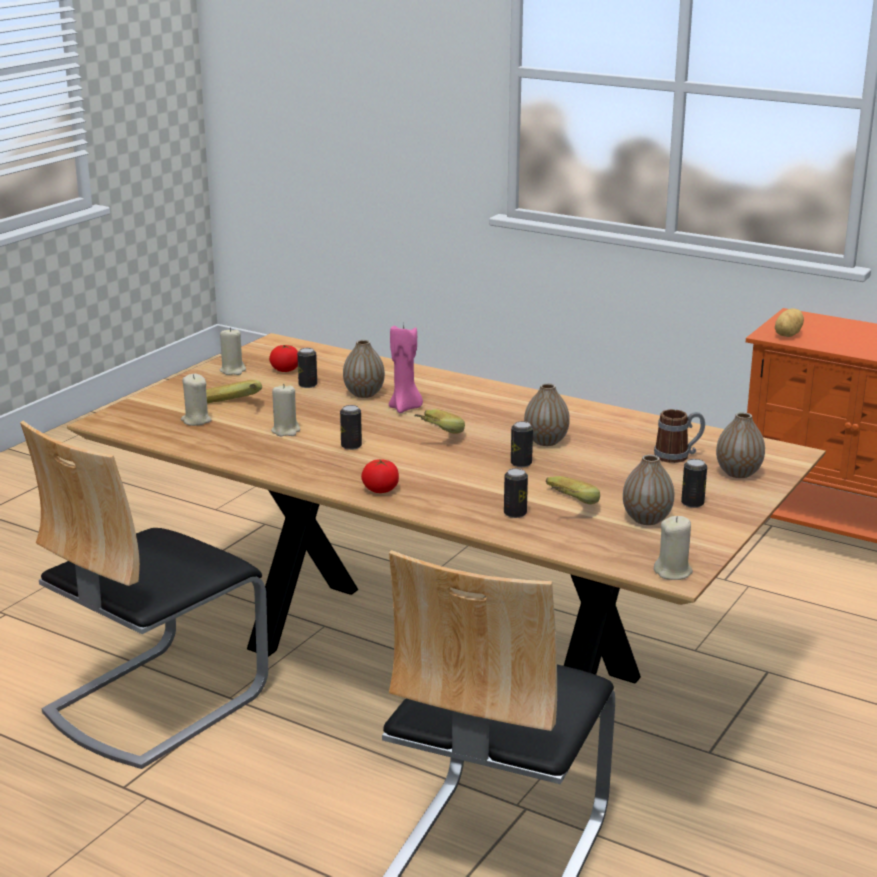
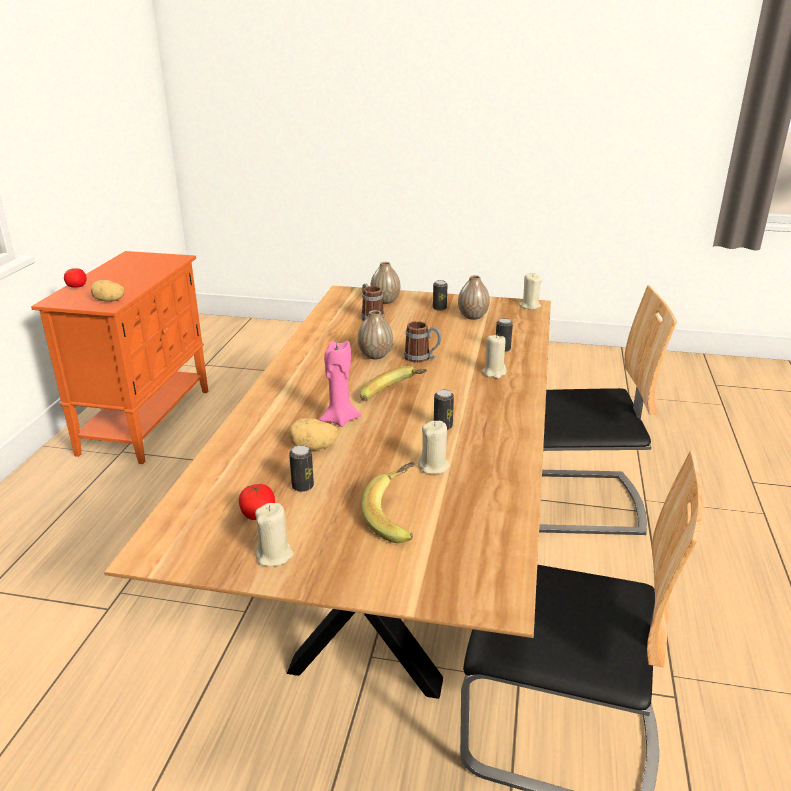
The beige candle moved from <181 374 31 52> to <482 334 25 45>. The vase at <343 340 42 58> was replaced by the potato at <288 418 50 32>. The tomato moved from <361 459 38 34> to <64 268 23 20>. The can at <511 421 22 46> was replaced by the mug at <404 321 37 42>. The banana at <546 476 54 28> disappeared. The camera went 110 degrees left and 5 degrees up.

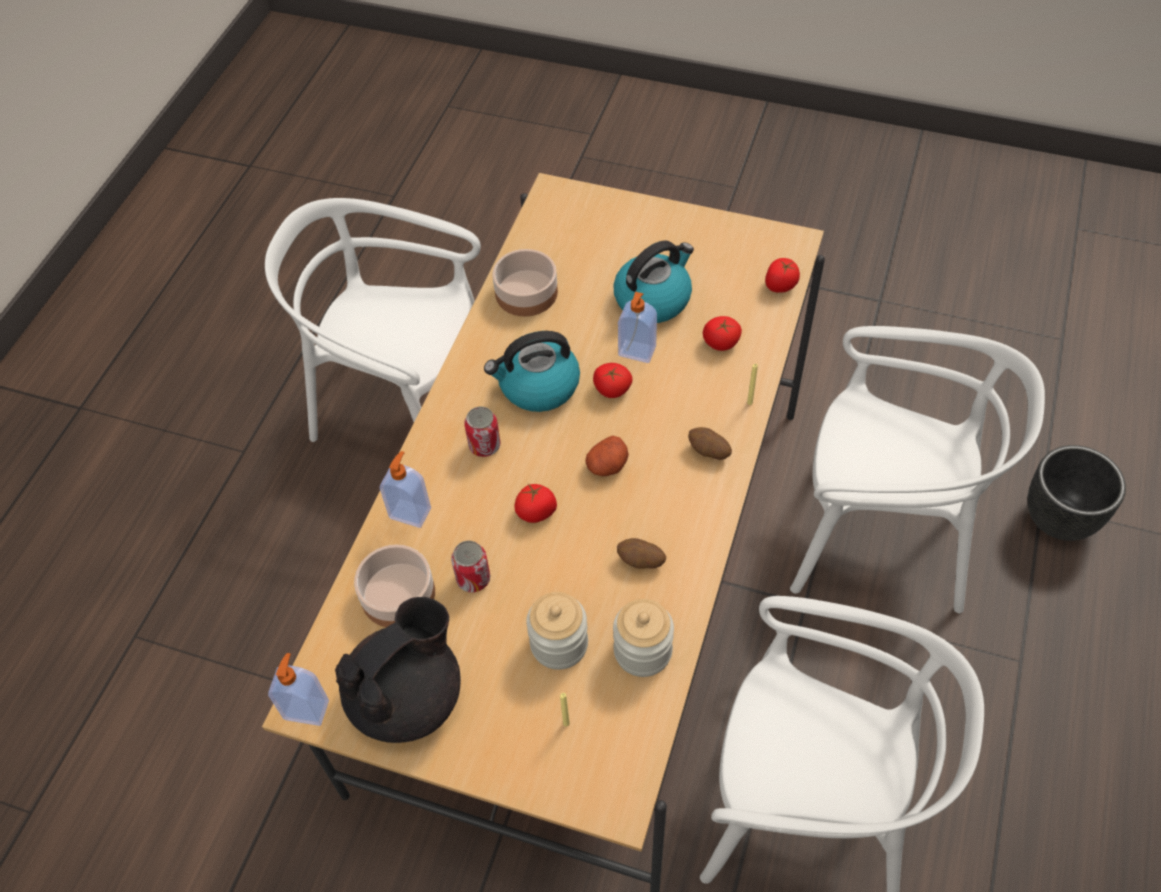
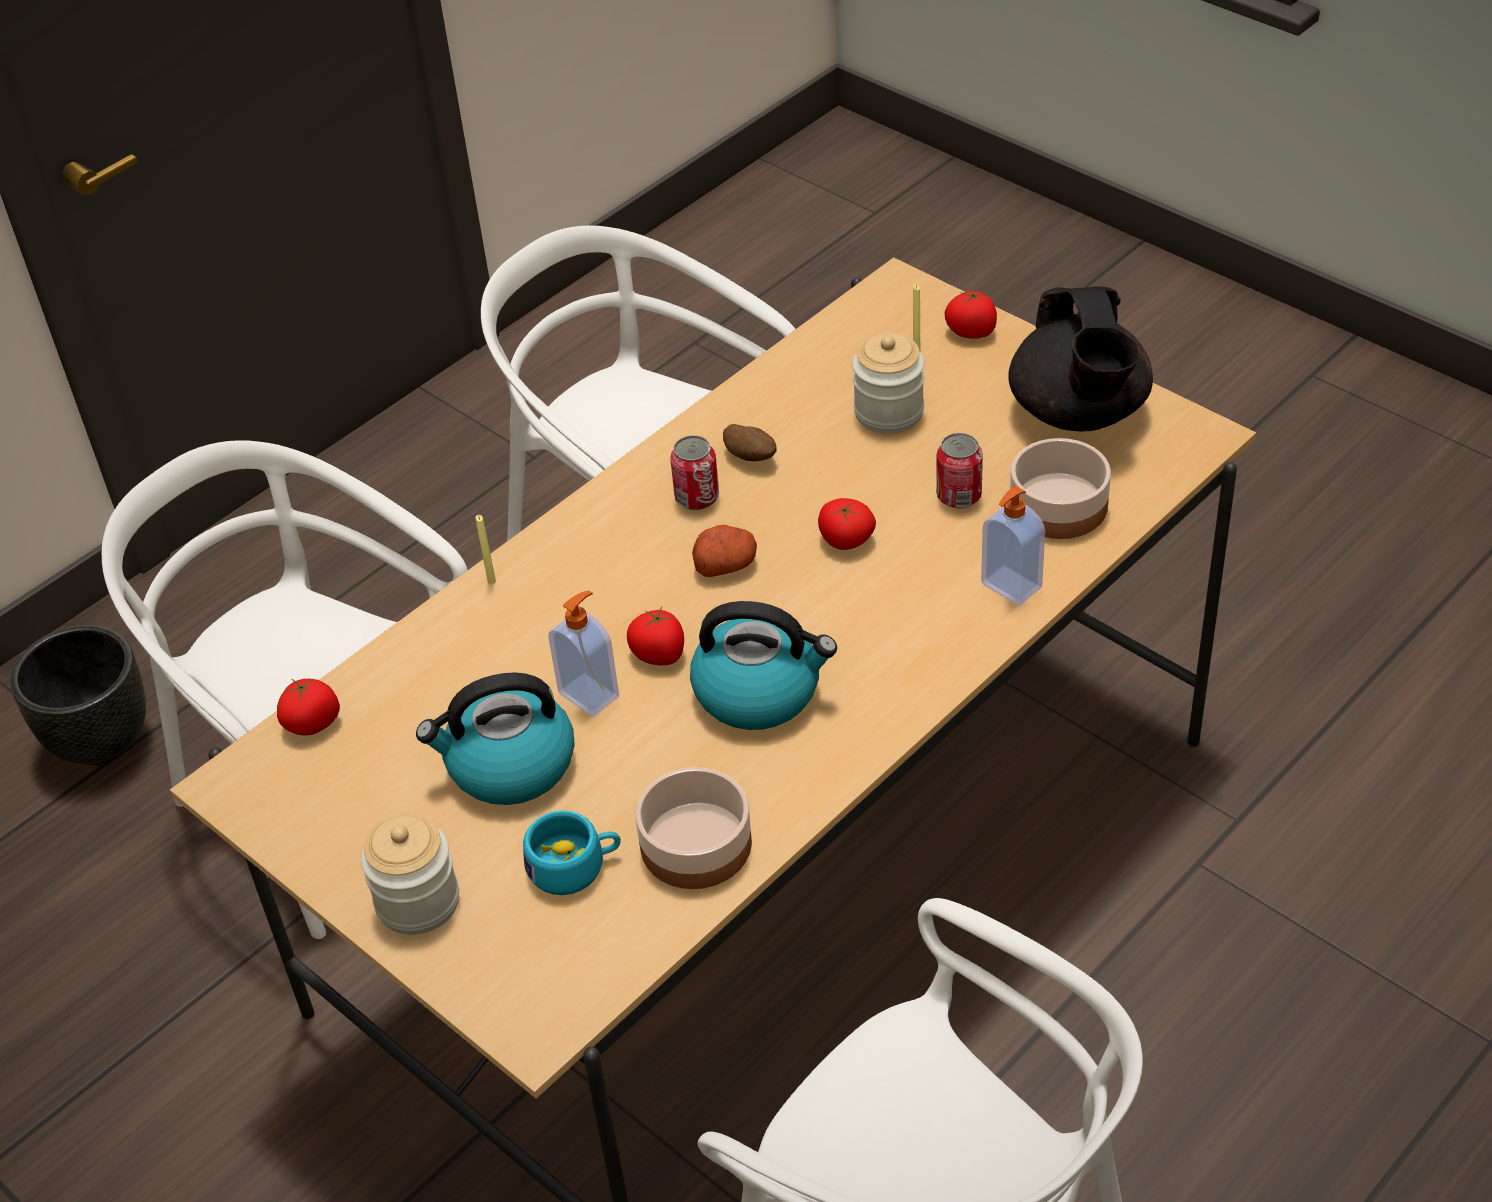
The soap dispenser at <268 653 61 73> disappeared. The black teapot at <335 597 126 146> turned 75 degrees counterclockwise. The can moved from <464 407 36 50> to <670 435 49 75>. The jar moved from <613 599 61 78> to <361 814 98 121>. The potato at <688 427 44 33> disappeared. The tomato moved from <703 316 39 35> to <945 287 52 52>. The turquoise cup at <523 810 98 85> appeared. The camera went 155 degrees left and 10 degrees down.

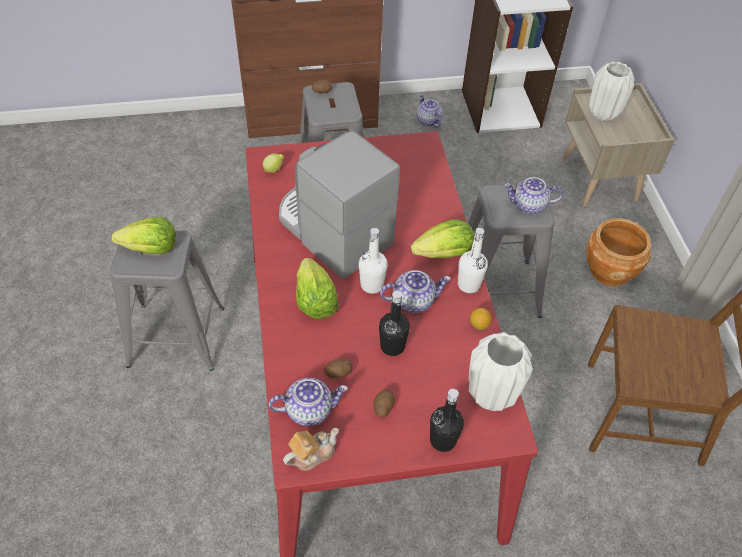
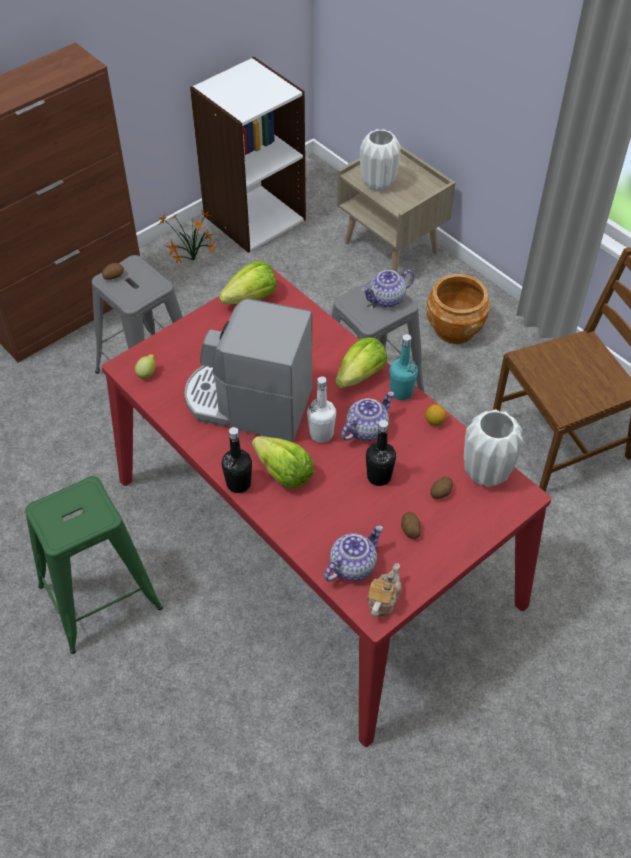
The grey stool at <110 231 114 140> became the green stool at <25 476 138 178>. The lettuce moved from <112 217 64 37> to <219 261 58 43>. The potato moved from <324 359 29 19> to <430 476 23 23>. The teapot at <416 93 27 35> was replaced by the potted plant at <158 210 59 53>. The black bottle moved from <430 389 34 63> to <221 427 31 66>. The white bottle at <458 228 30 65> became the turquoise bottle at <389 334 29 66>. The camera went 30 degrees left and 0 degrees up.

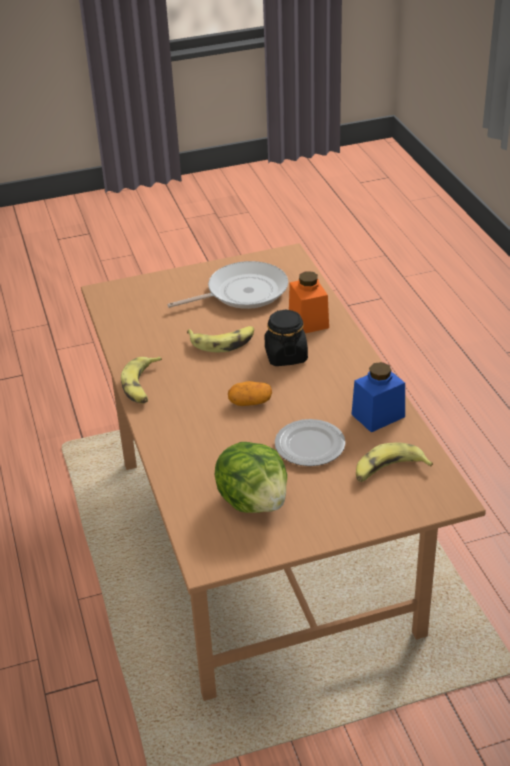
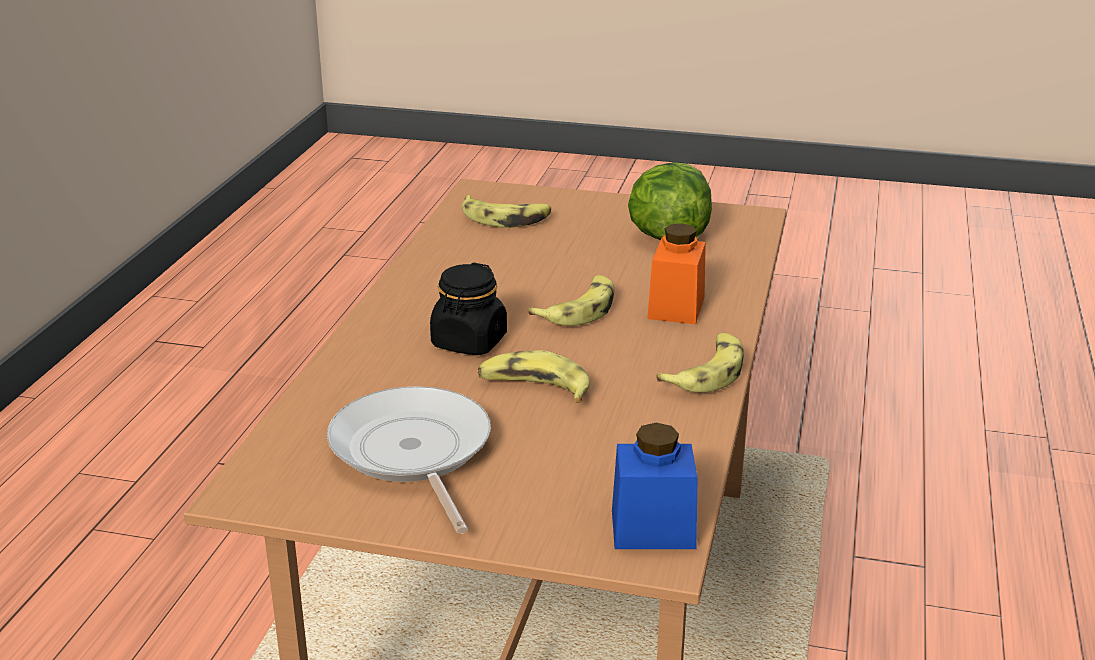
The frying pan at <167 261 121 48> turned 60 degrees clockwise. The potato at <228 381 44 25> was replaced by the banana at <528 275 86 51>. The plate at <275 419 71 47> disappeared. The orange jar moved from <289 272 40 61> to <647 224 59 100>. The blue jar moved from <351 362 54 70> to <612 423 85 126>. The camera went 150 degrees left and 10 degrees down.

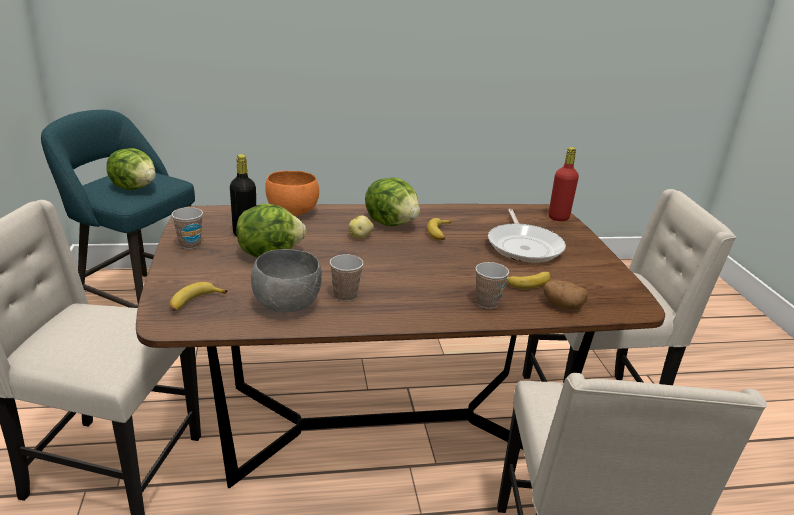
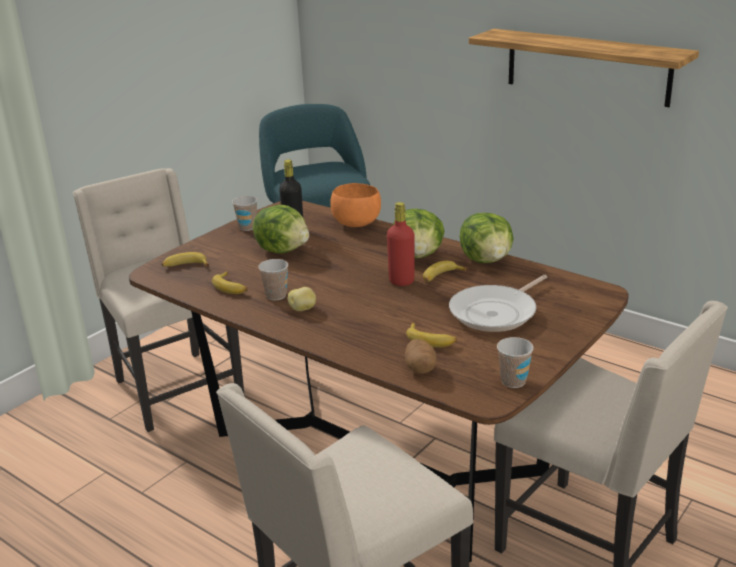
The lettuce moved from <106 148 50 42> to <460 213 53 50>. The grey bowl at <251 249 71 64> was replaced by the banana at <212 271 36 23>. The potato moved from <349 216 25 23> to <288 287 28 24>. The cup moved from <476 262 33 47> to <497 337 37 51>. The red bottle moved from <548 147 31 74> to <387 202 27 84>. The shelf at <469 29 230 78> appeared. The camera went 50 degrees right and 0 degrees up.

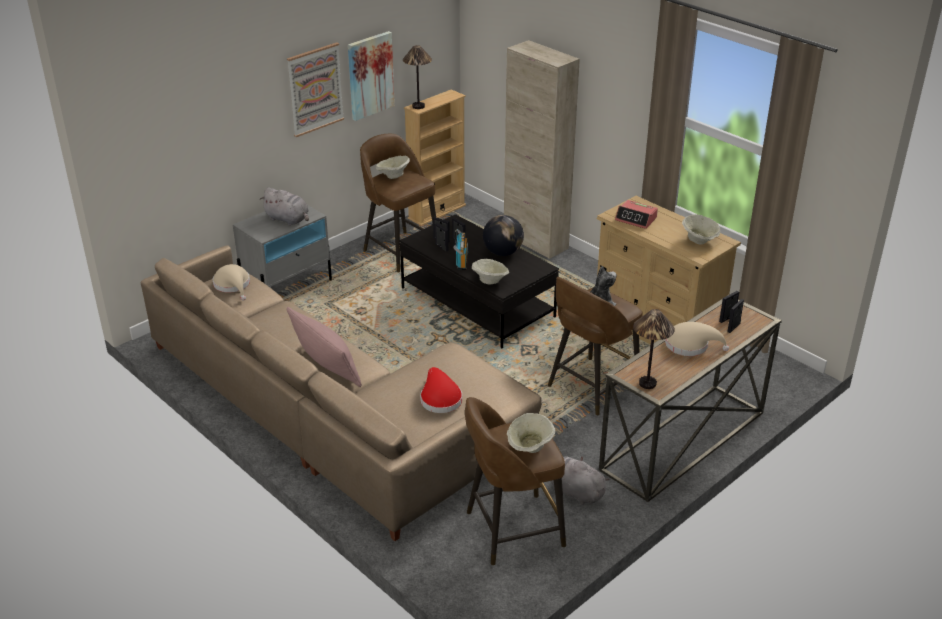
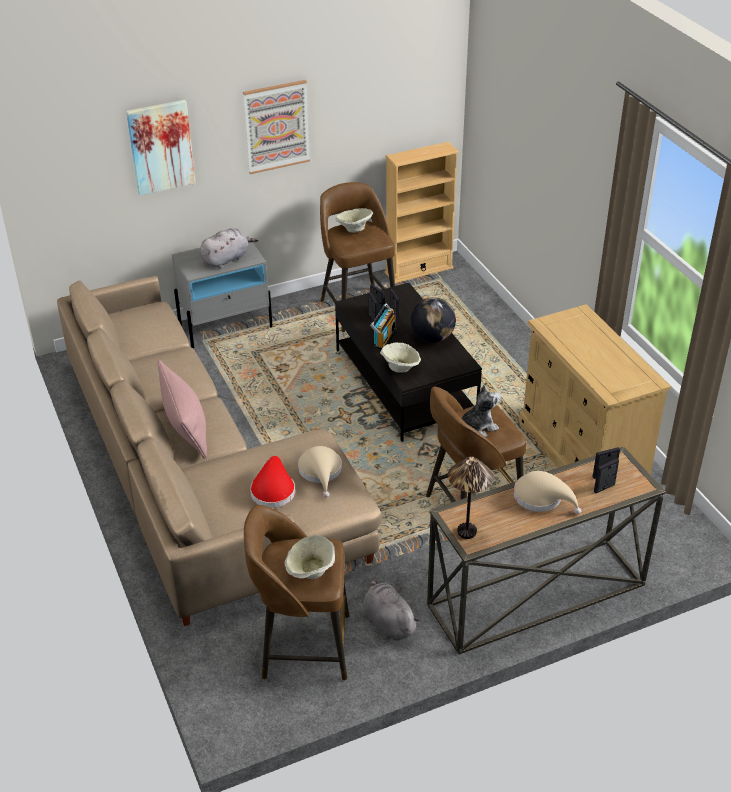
The beige hat moved from <213 264 37 36> to <298 446 44 52>. The grey plush toy at <260 187 49 39> turned 90 degrees counterclockwise. The picture moved from <348 31 47 90> to <126 100 69 96>. The table lamp at <403 45 29 64> disappeared. The beige cabinet at <504 40 76 219> disappeared. The alarm clock at <615 200 43 29> disappeared. The beige bowl at <682 215 39 29> disappeared. The camera went 20 degrees right and 5 degrees up.

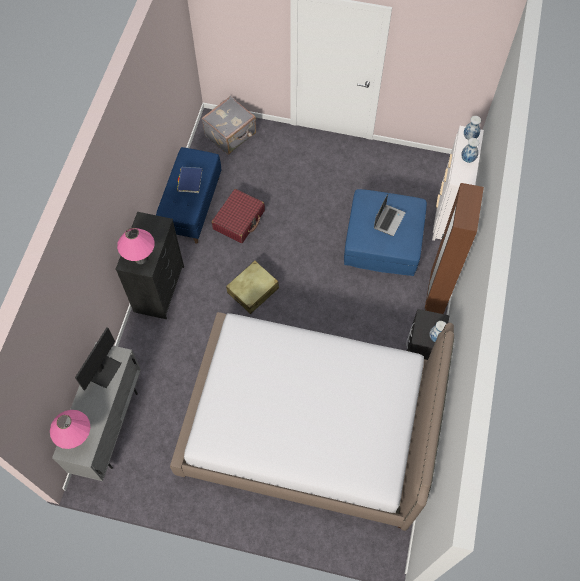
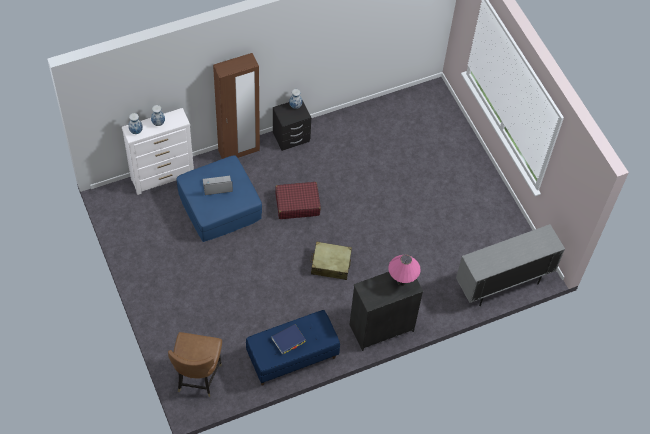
The pink table lamp at <50 410 40 39> disappeared. The monitor at <75 327 47 64> disappeared. The bed at <170 312 284 219> disappeared. The grey suitcase at <201 96 55 59> was replaced by the brown chair at <168 332 54 65>. The red suitcase moved from <212 189 53 54> to <275 182 46 37>. The camera went 130 degrees left and 5 degrees down.

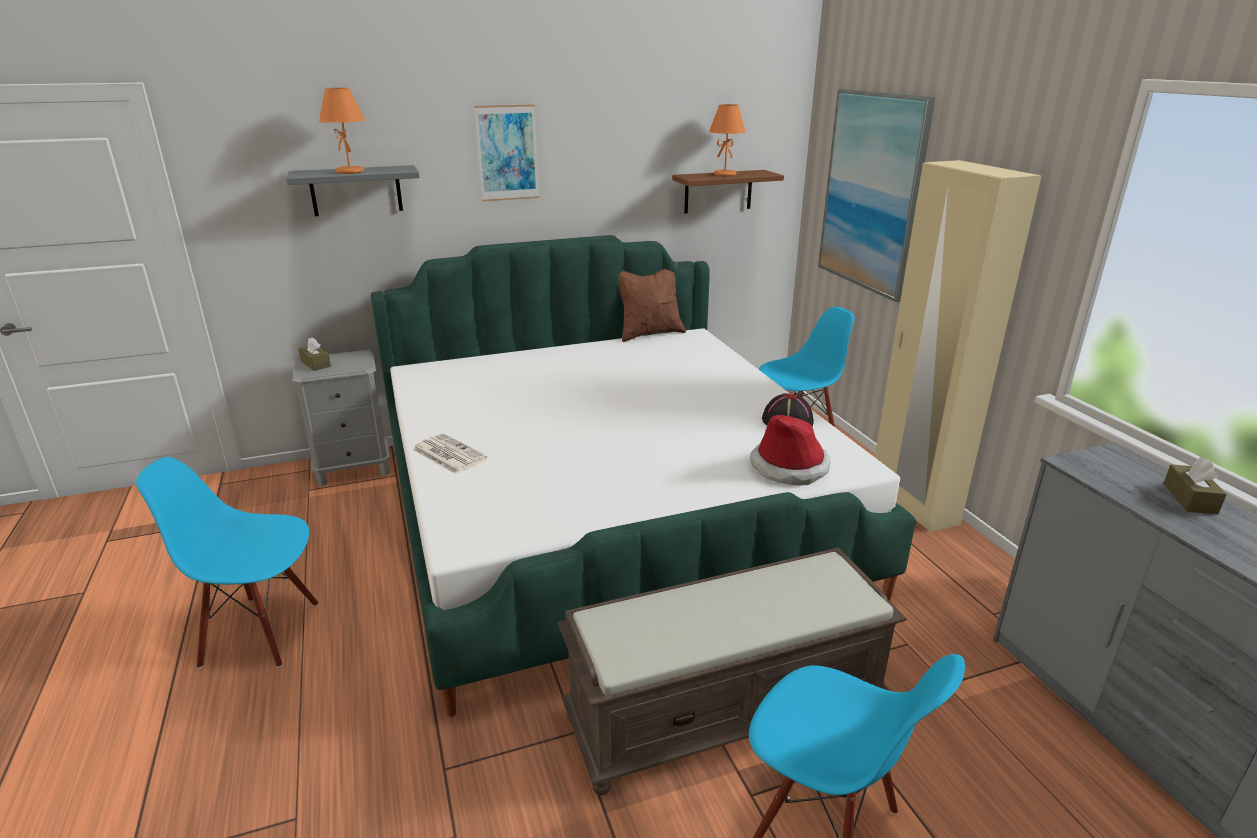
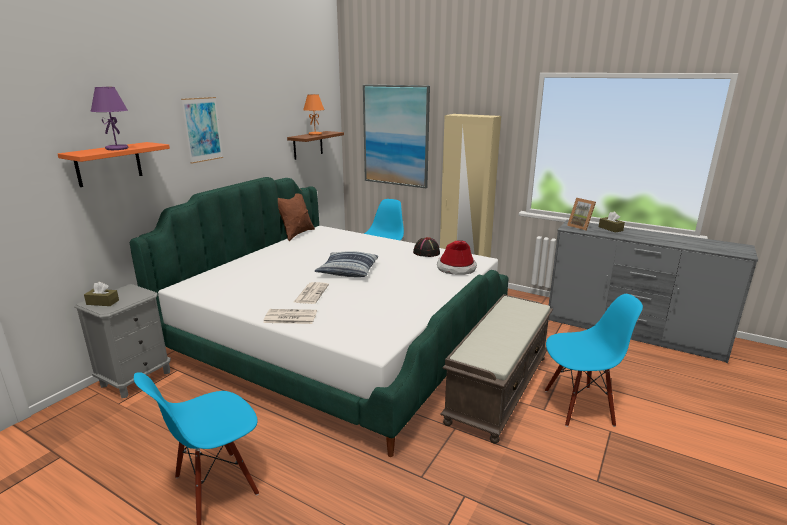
The grey shelf at <286 165 134 51> became the orange shelf at <58 142 112 45>. The orange table lamp at <319 88 46 86> became the purple table lamp at <90 87 38 63>. The newspaper at <294 282 35 22> appeared. The pillow at <315 251 63 26> appeared. The picture frame at <567 198 29 33> appeared. The camera went 40 degrees left and 5 degrees down.

